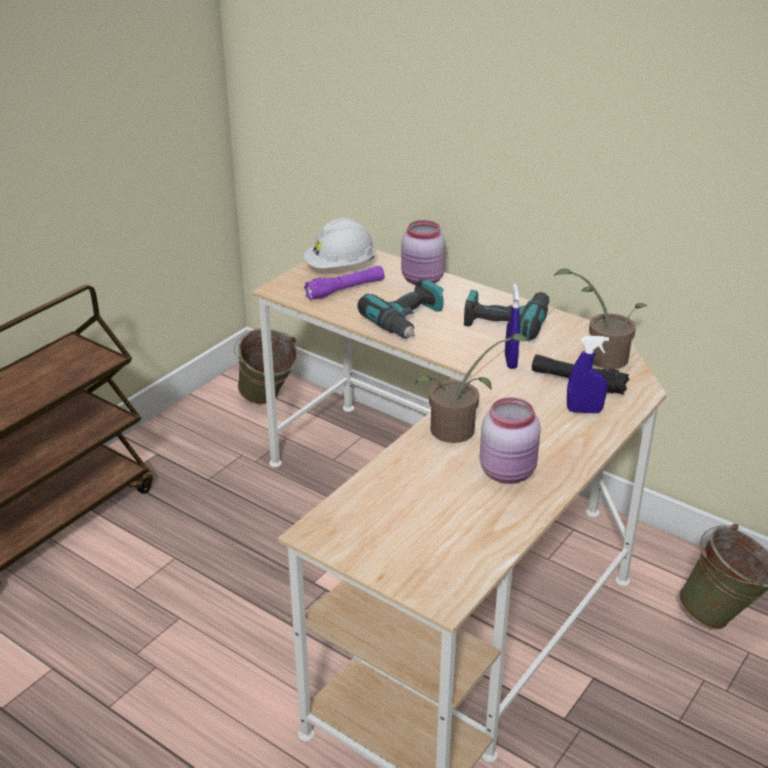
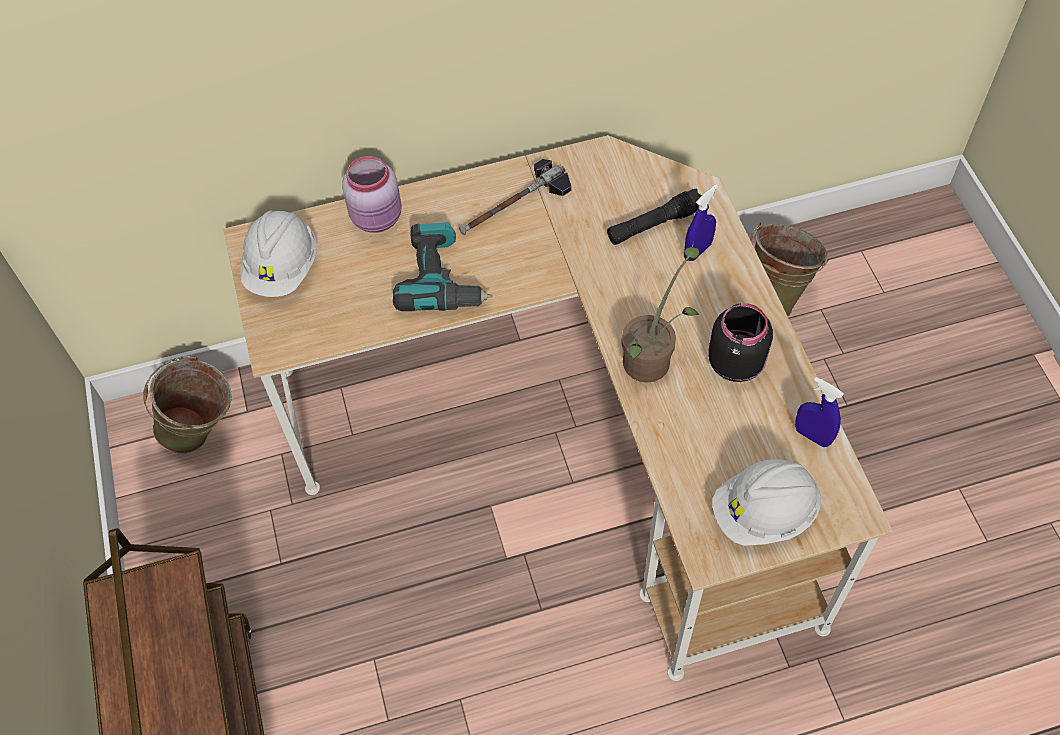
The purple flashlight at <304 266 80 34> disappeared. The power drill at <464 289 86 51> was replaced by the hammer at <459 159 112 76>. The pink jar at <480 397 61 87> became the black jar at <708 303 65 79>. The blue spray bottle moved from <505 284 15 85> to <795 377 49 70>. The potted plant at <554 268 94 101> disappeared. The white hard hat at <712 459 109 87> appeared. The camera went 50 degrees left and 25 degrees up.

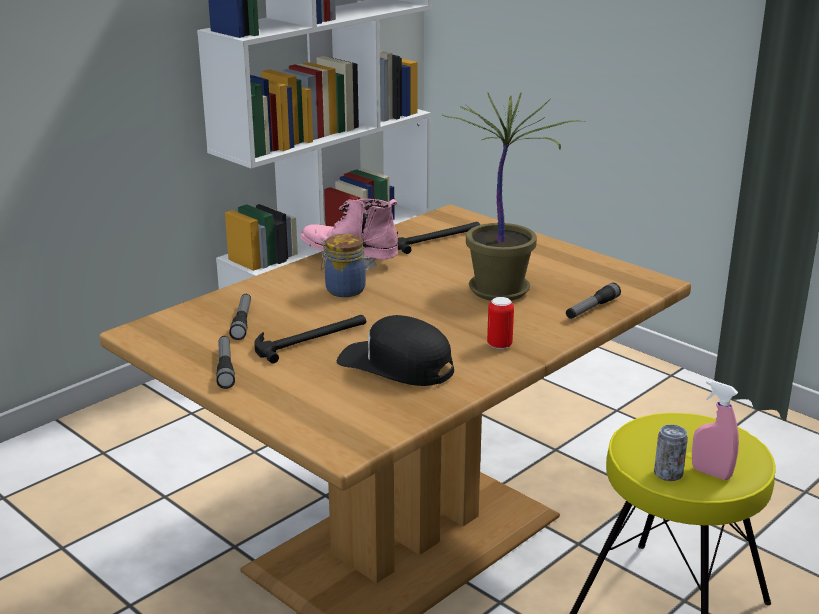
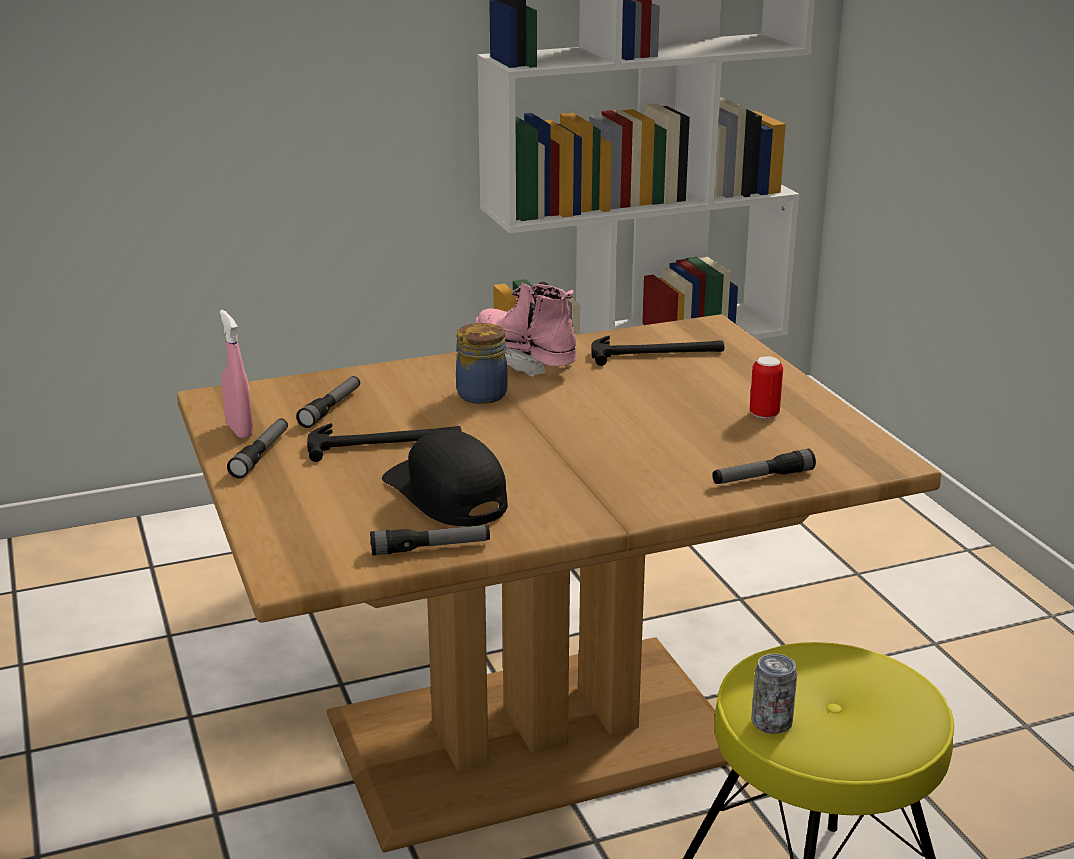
The potted plant at <441 92 146 209> disappeared. The can moved from <487 297 27 52> to <750 356 33 63>. The pink spray bottle moved from <692 380 47 100> to <219 310 34 129>. The flashlight at <370 525 120 31> appeared. The camera went 25 degrees right and 0 degrees up.

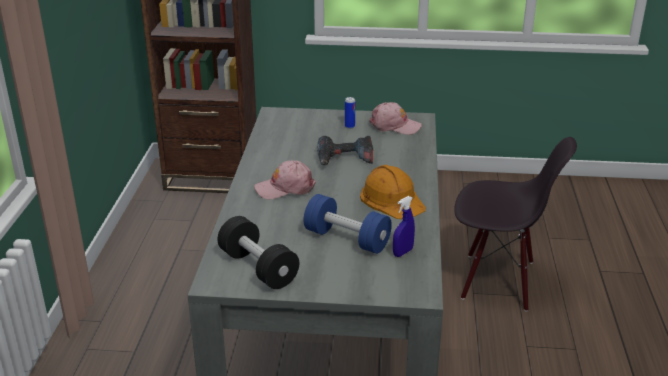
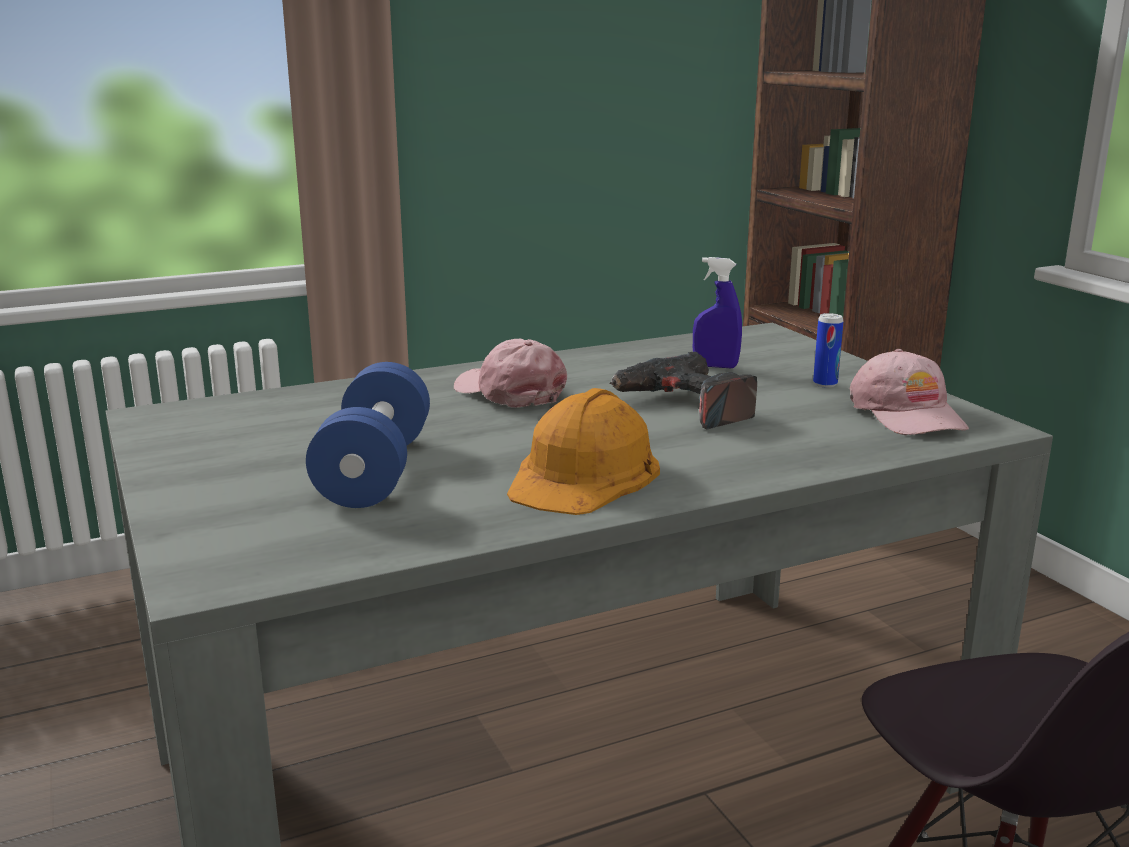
The black dumbbell at <217 216 82 73> disappeared. The blue spray bottle moved from <393 196 22 61> to <693 257 49 111>. The camera went 60 degrees right and 10 degrees down.

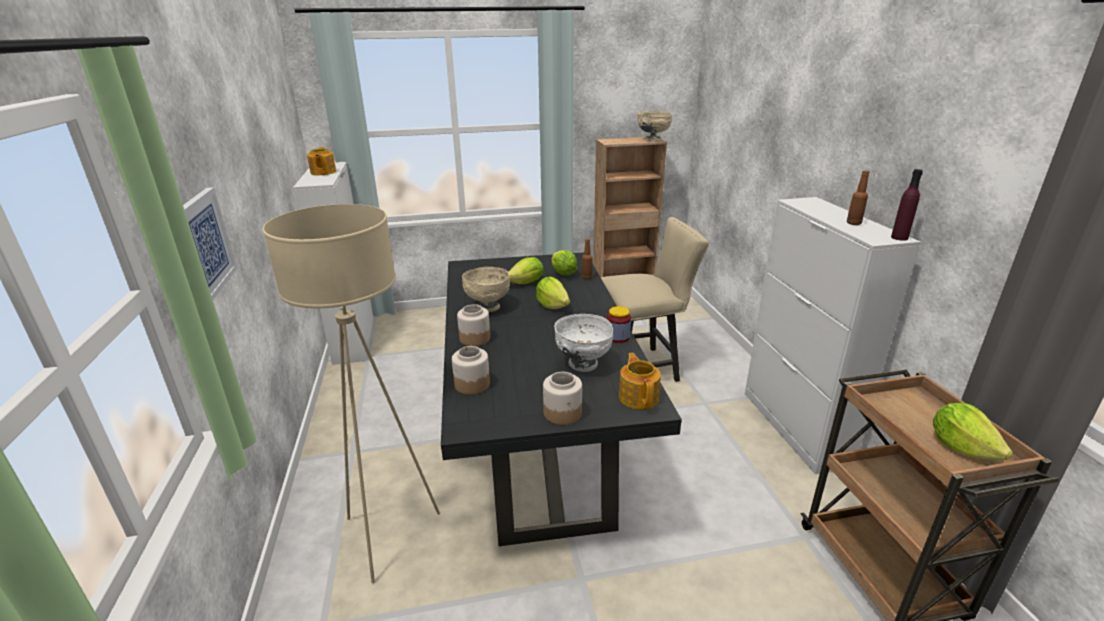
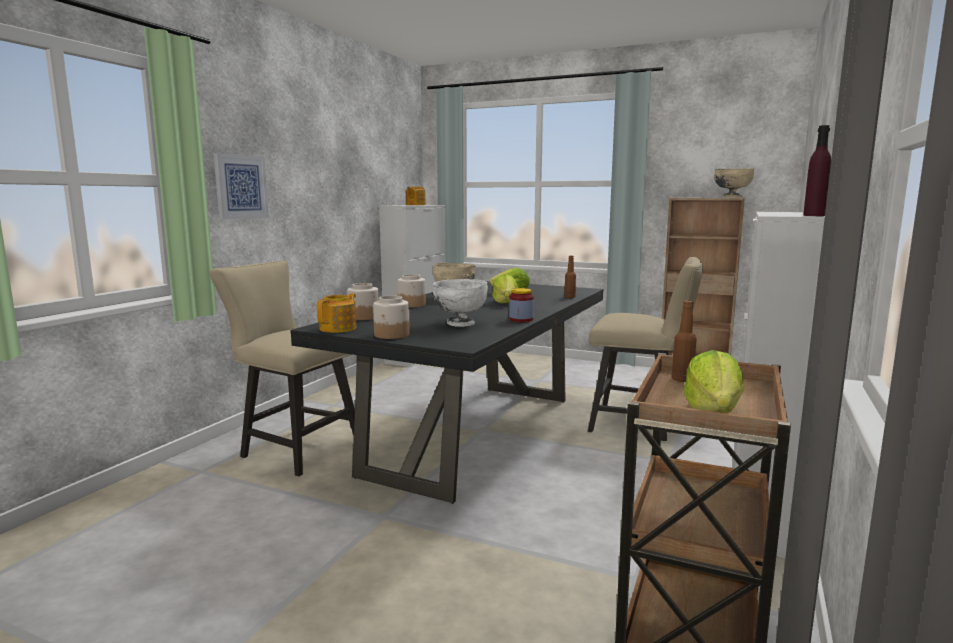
The beige floor lamp at <263 204 177 379> was replaced by the beige chair at <209 260 146 216>. The lettuce at <552 250 25 26> disappeared. The teapot moved from <619 353 42 57> to <317 294 39 39>. The brown bottle moved from <847 170 23 55> to <672 300 25 82>. The camera went 35 degrees right and 15 degrees down.

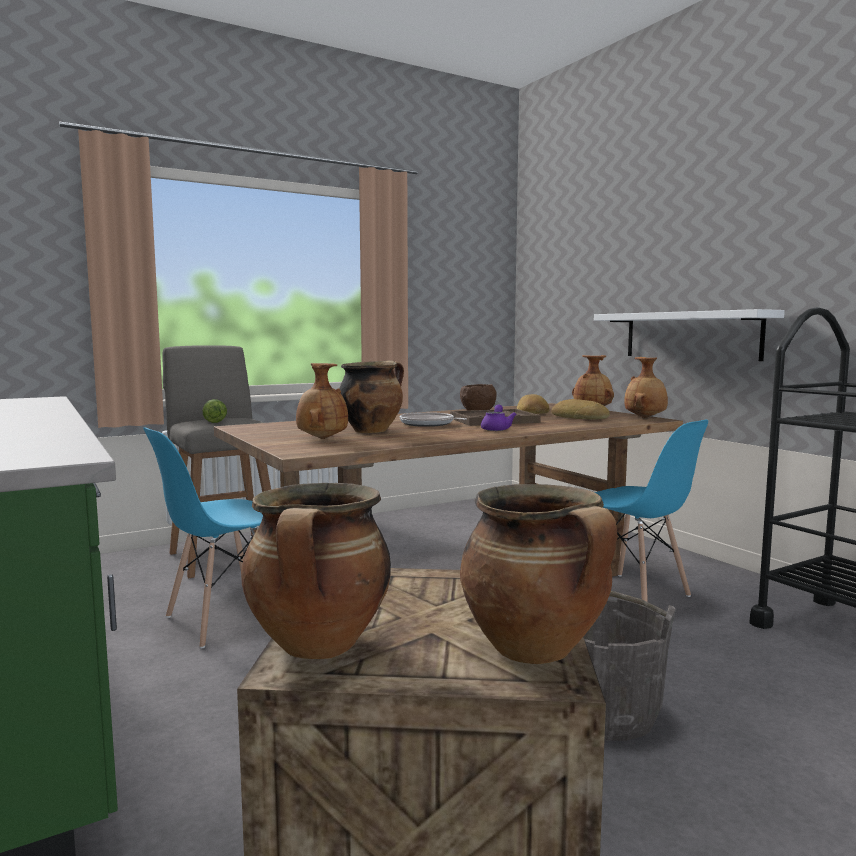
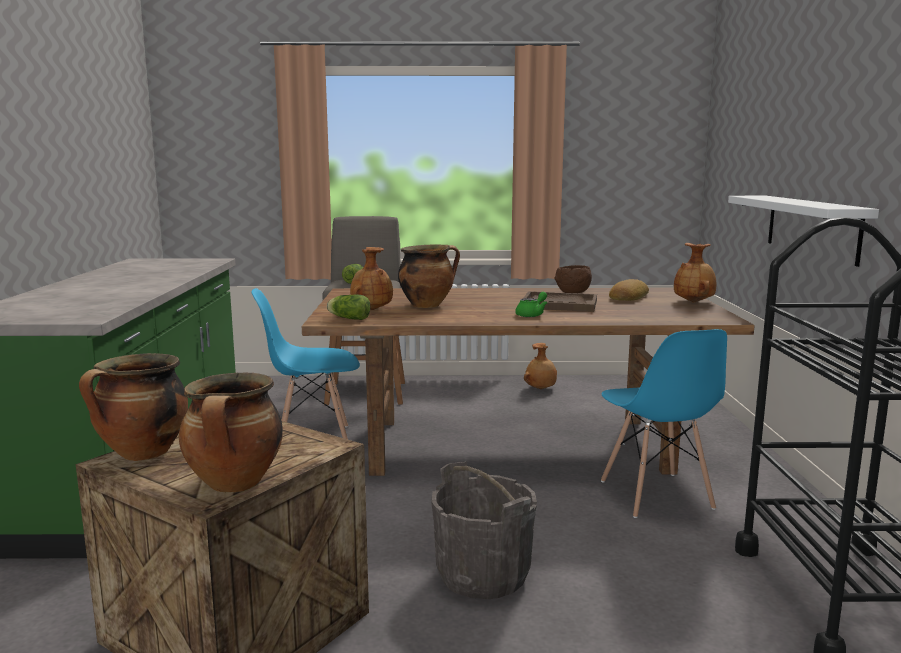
The frying pan at <400 412 67 15> disappeared. The purple teapot at <481 405 35 26> became the green teapot at <515 292 32 25>. The bread at <551 399 59 20> disappeared. The brown vase moved from <624 357 44 61> to <524 343 33 46>. The lettuce at <327 295 43 25> appeared. The camera went 30 degrees right and 5 degrees up.

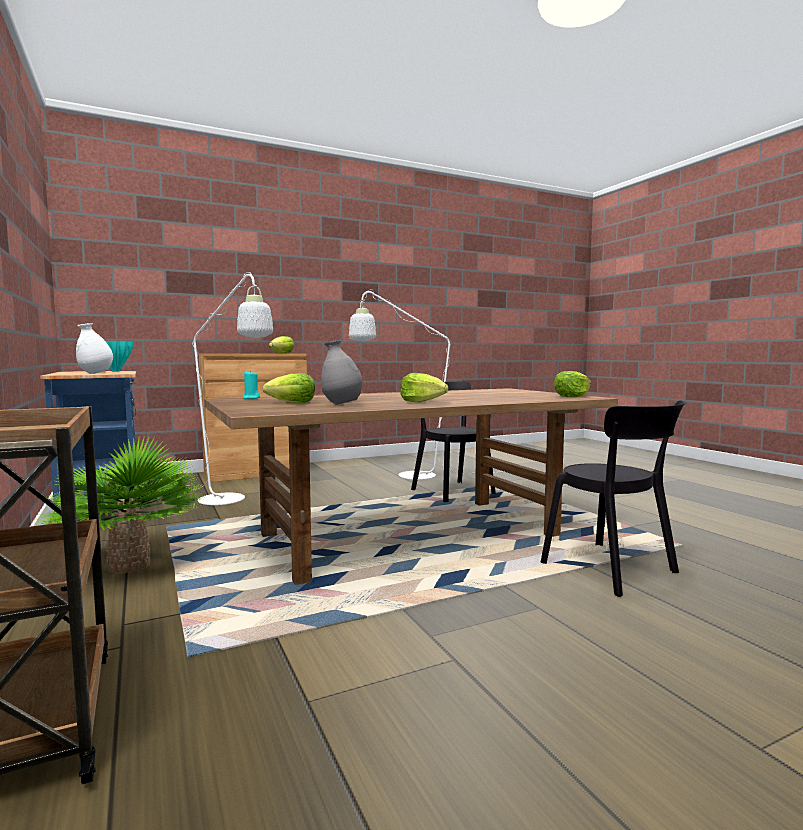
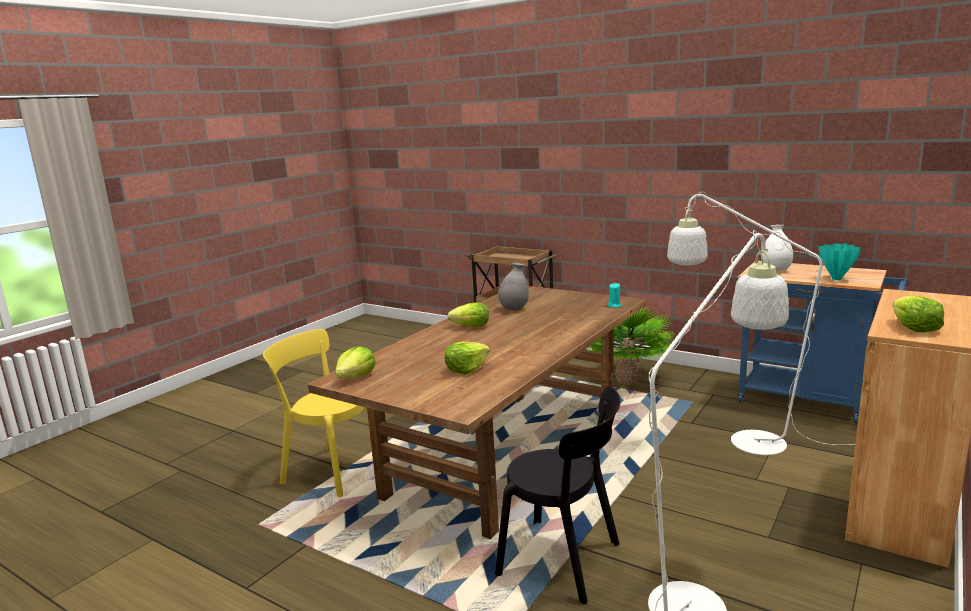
The lettuce moved from <263 373 52 30> to <445 342 45 32>. The black chair at <541 400 145 197> became the yellow chair at <263 329 105 168>. The camera went 150 degrees right and 10 degrees up.

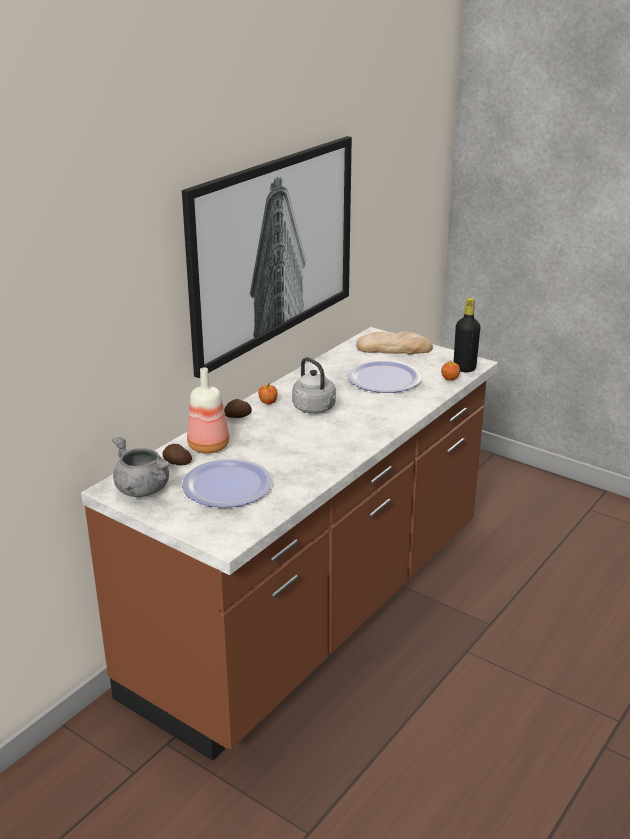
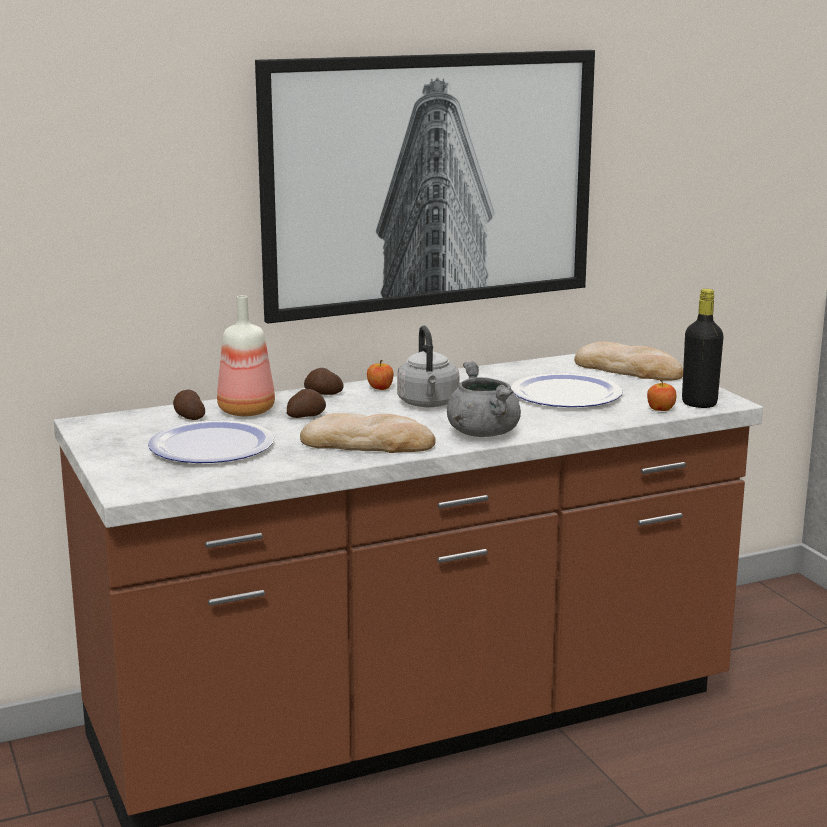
The grey cooking pot moved from <112 437 58 60> to <447 361 74 76>. The potato at <287 389 39 29> appeared. The bread at <300 413 136 40> appeared. The camera went 30 degrees right and 10 degrees down.

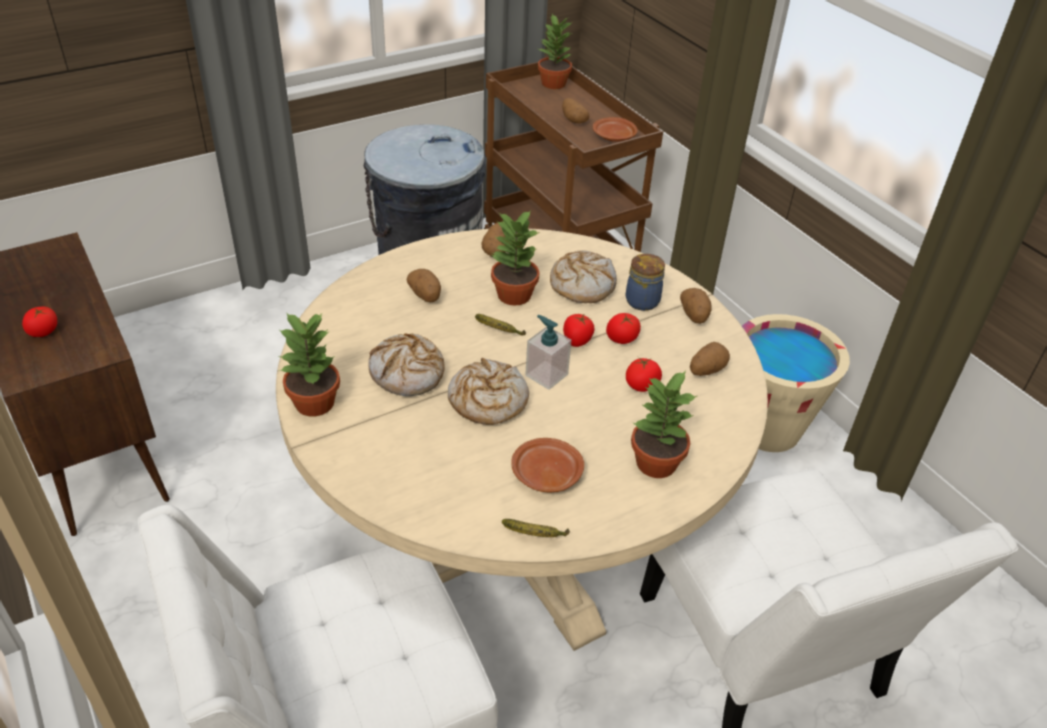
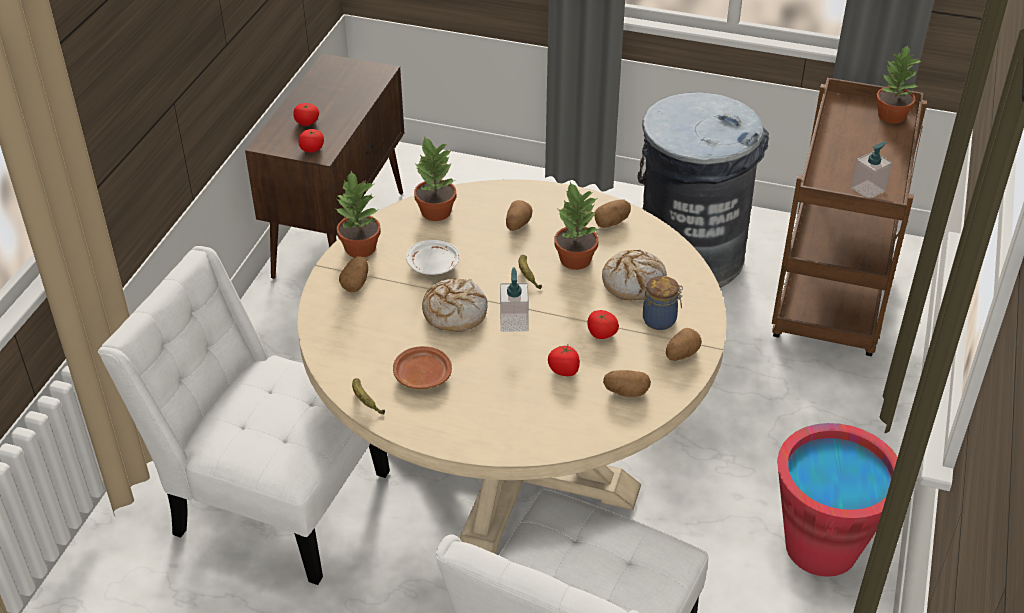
The bread at <368 334 77 62> was replaced by the white plate at <406 240 54 35>. The potato moved from <562 98 27 25> to <339 256 29 37>. The tomato moved from <563 314 31 33> to <298 129 26 24>. The brown plate at <593 117 45 25> was replaced by the soap dispenser at <851 142 41 56>. The potted plant moved from <631 371 66 107> to <414 136 42 85>. The beige bucket at <742 314 108 138> became the red bucket at <777 423 121 154>. The camera went 50 degrees right and 0 degrees up.

